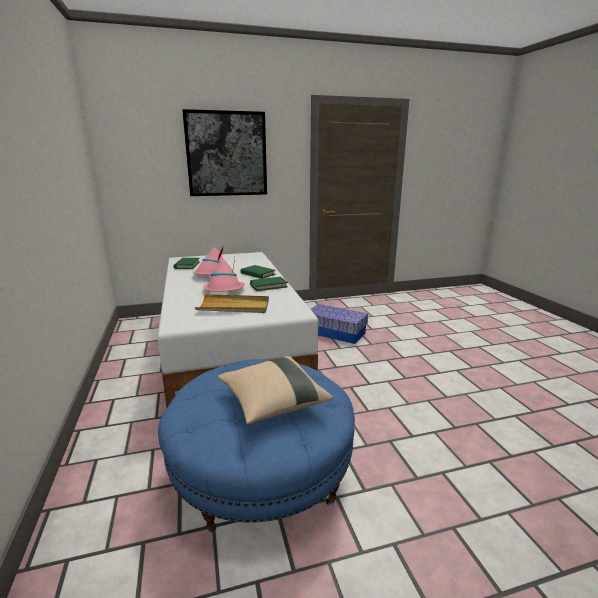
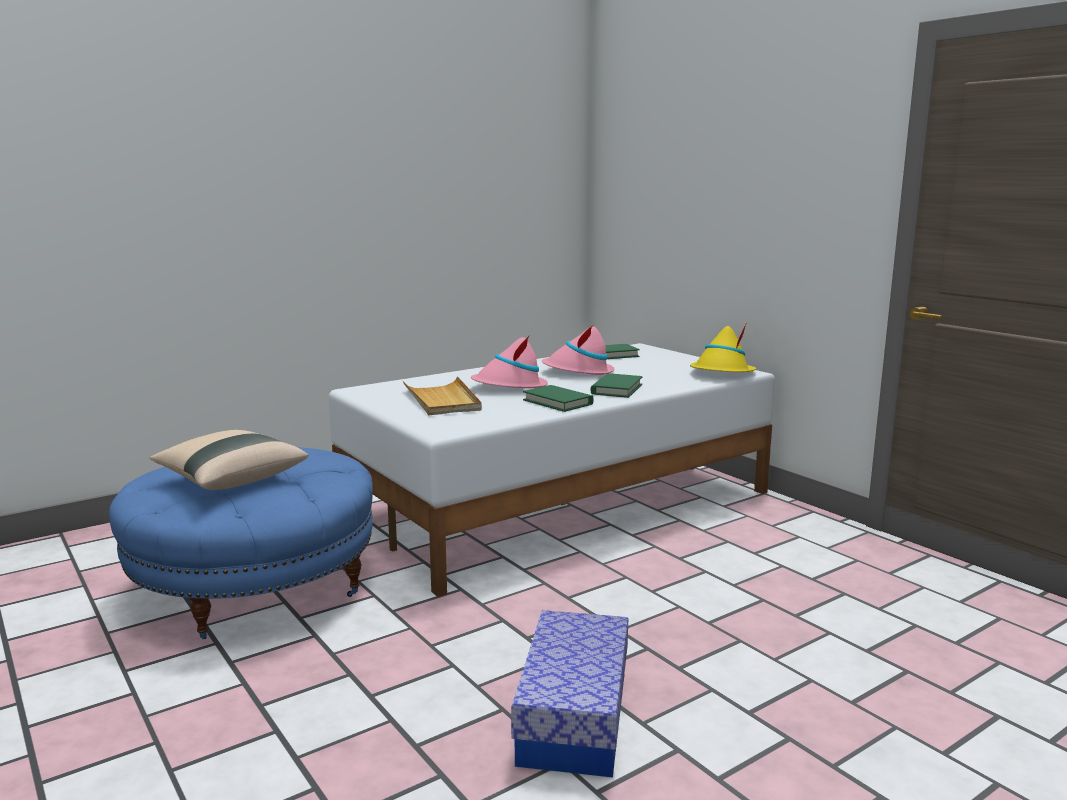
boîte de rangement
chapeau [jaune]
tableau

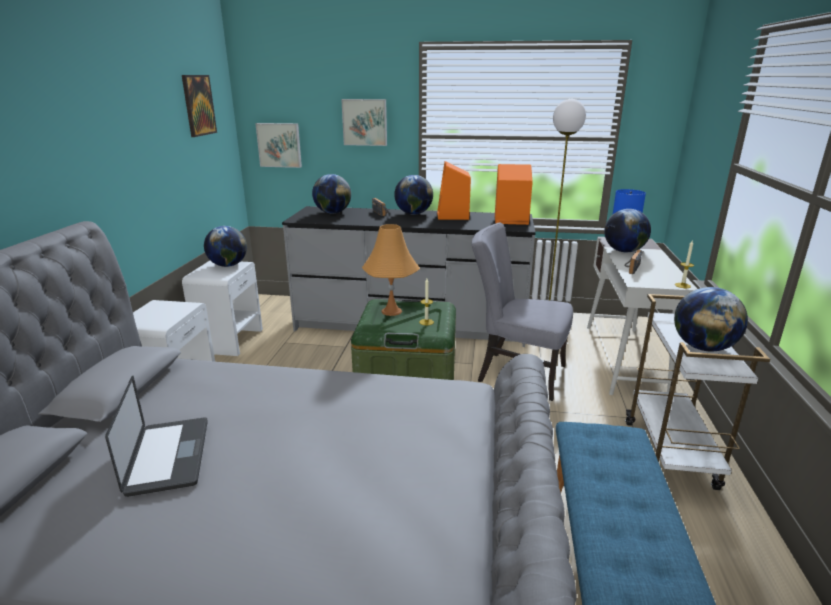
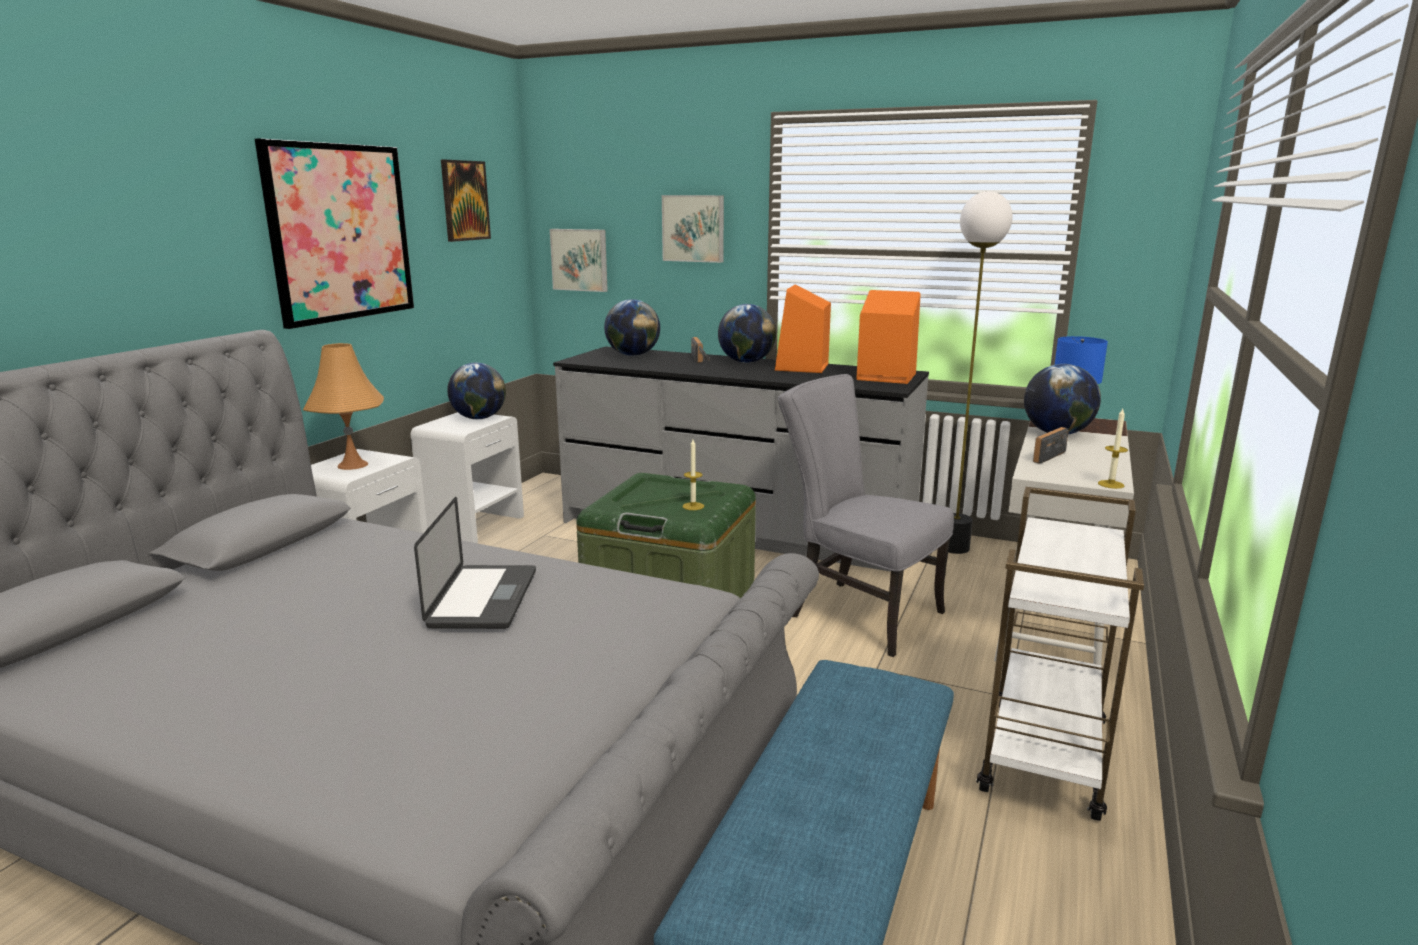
tableau (no. 1 from left)
lampe de table [orange]
ordinateur portable
globe (no. 5 from left in the first image)

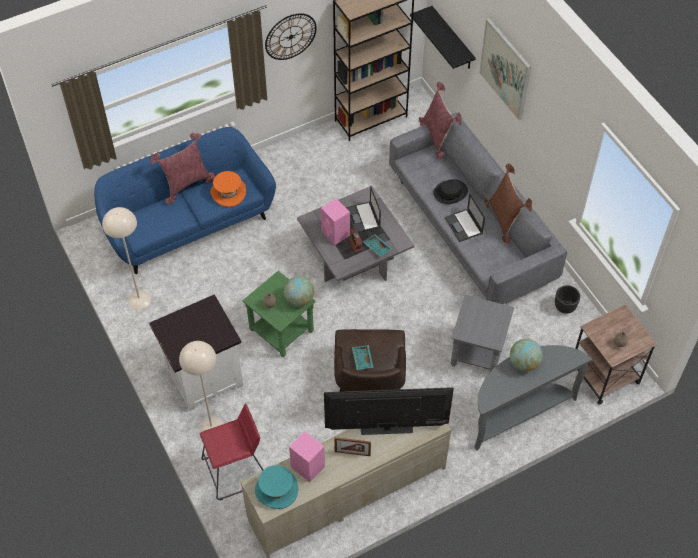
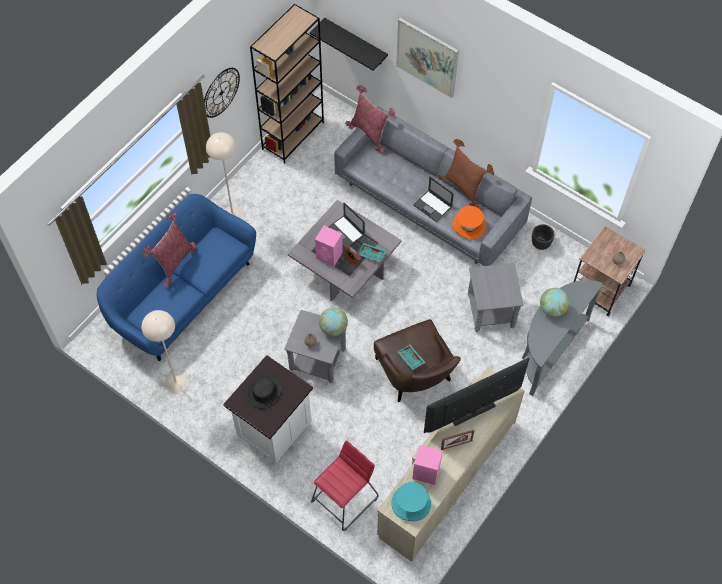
lampadaire [beige] (no. 2 from left)
chapeau [noir]
table d'appoint [gris] (no. 1 from left)
chapeau [orange]

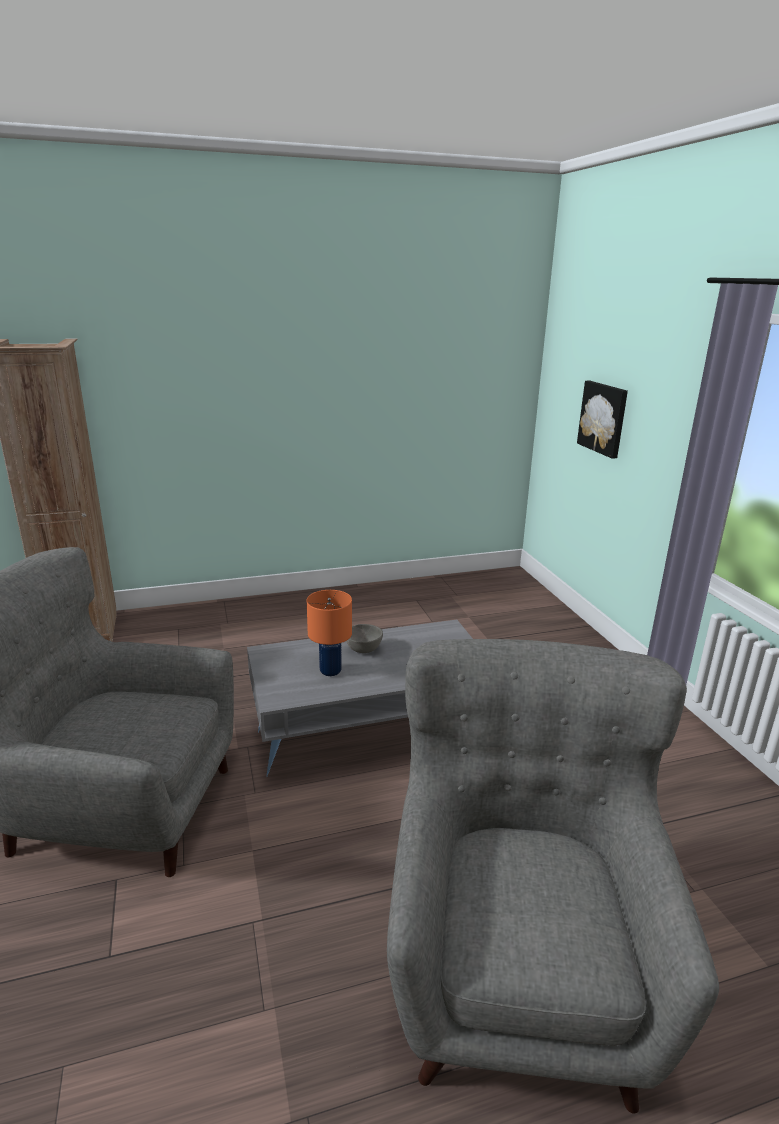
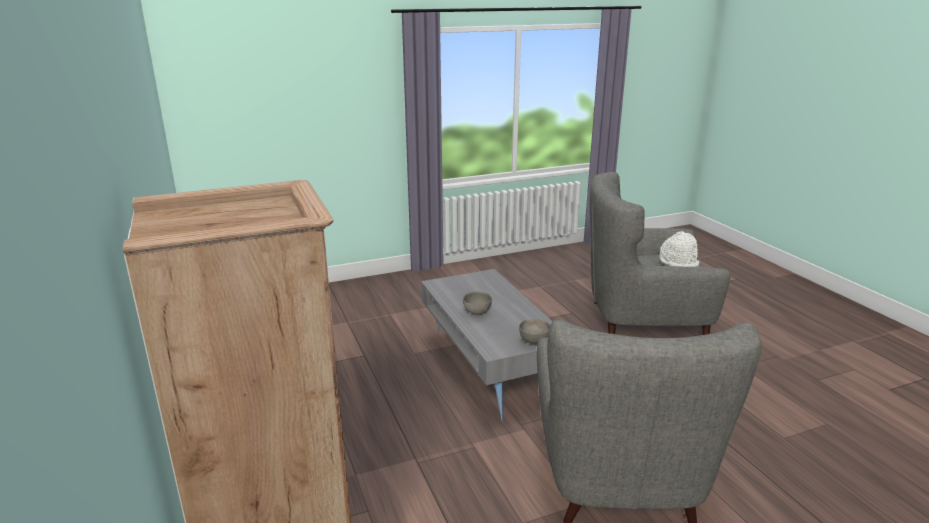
bol [gris] (no. 2 from left)
chapeau [blanc]
lampe de table [orange]
tableau

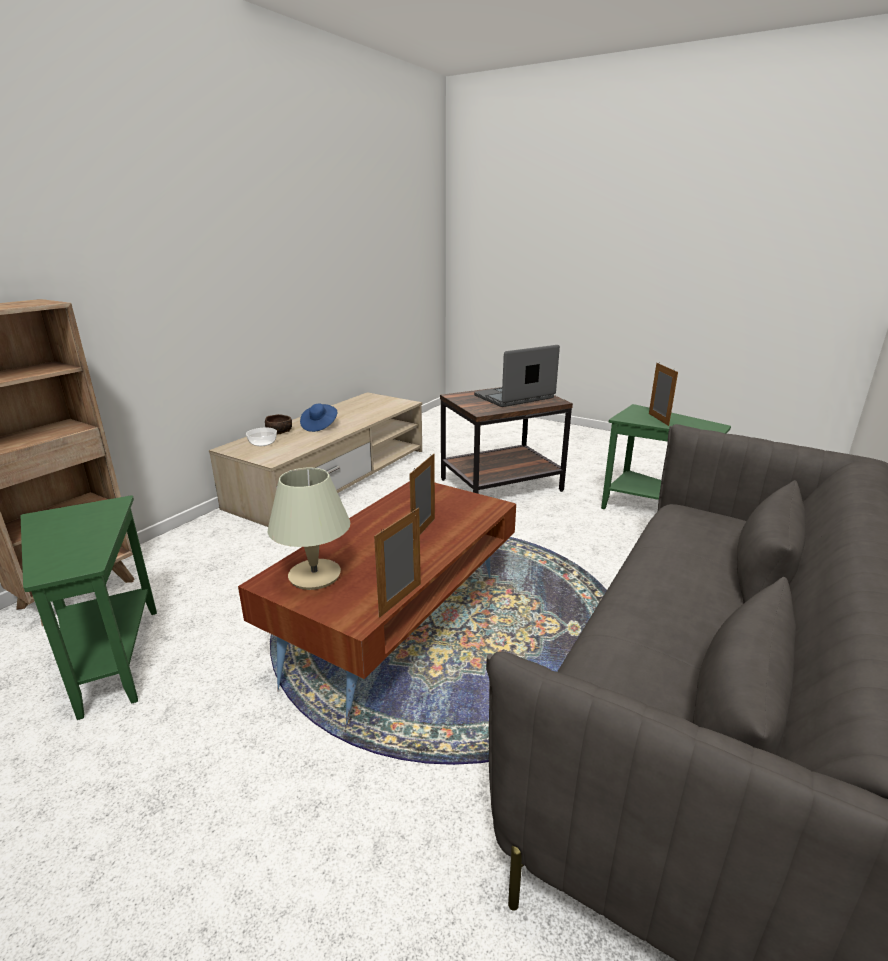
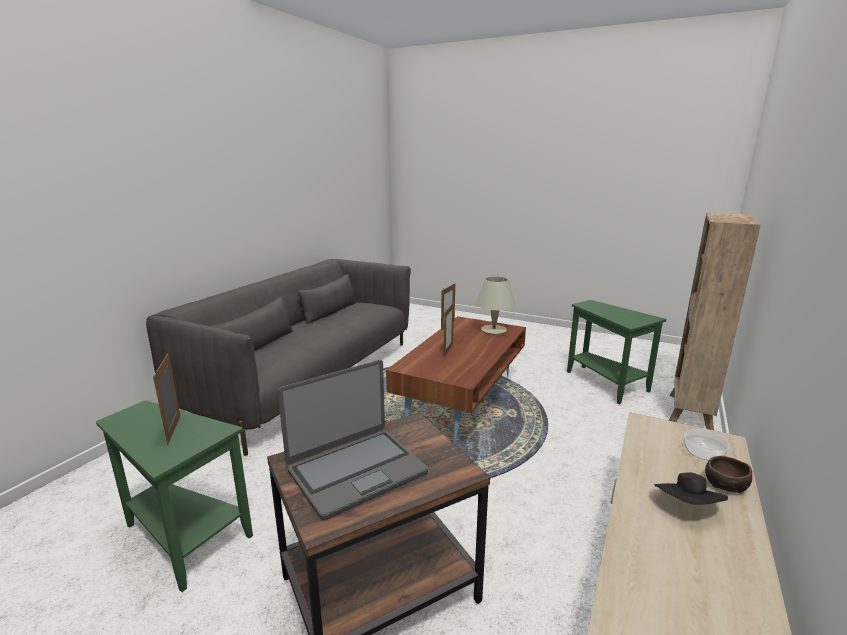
chapeau [noir]

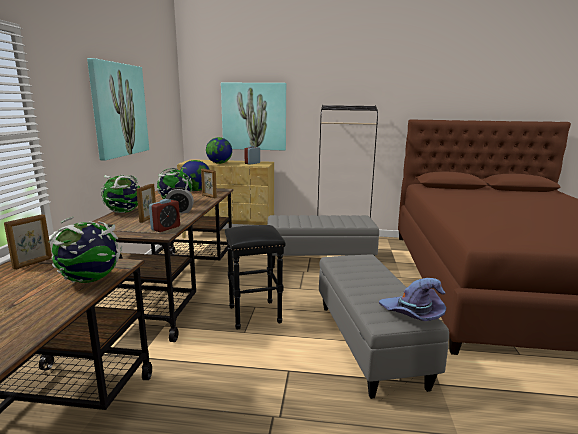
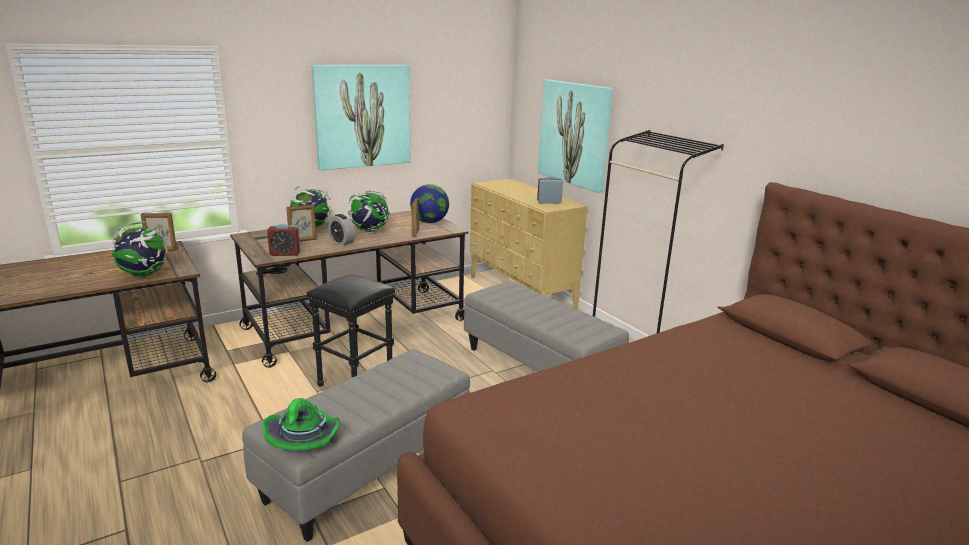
chapeau [vert]
globe (no. 5 from left in the first image)

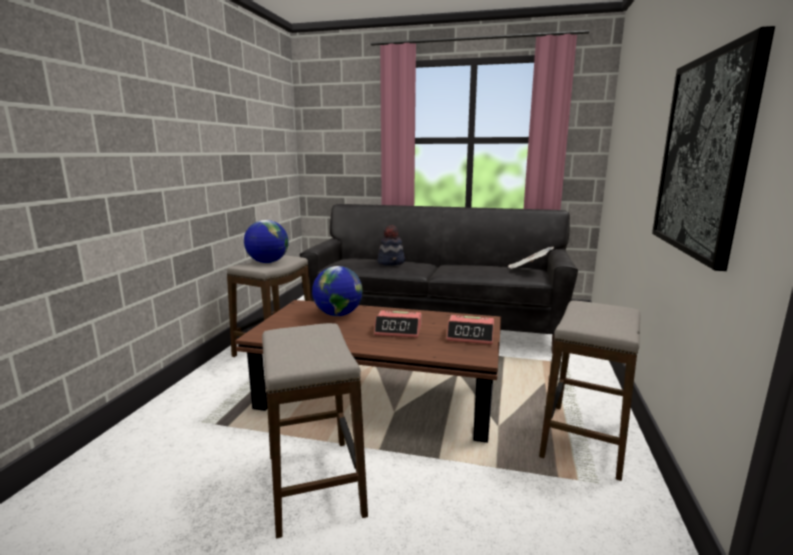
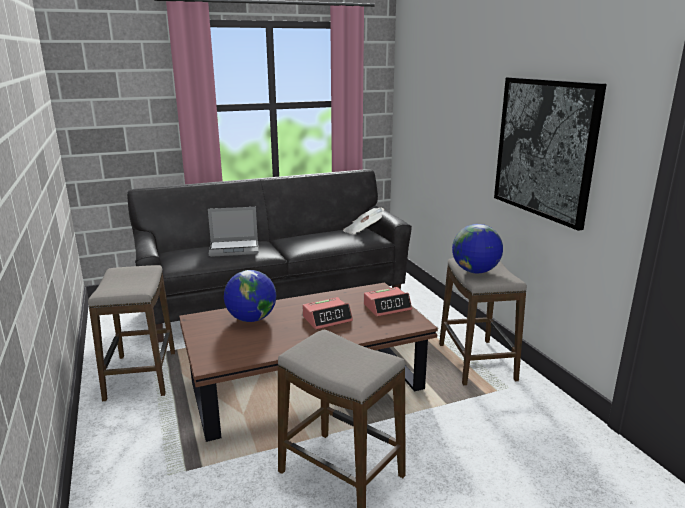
ordinateur portable
globe (no. 2 from left)

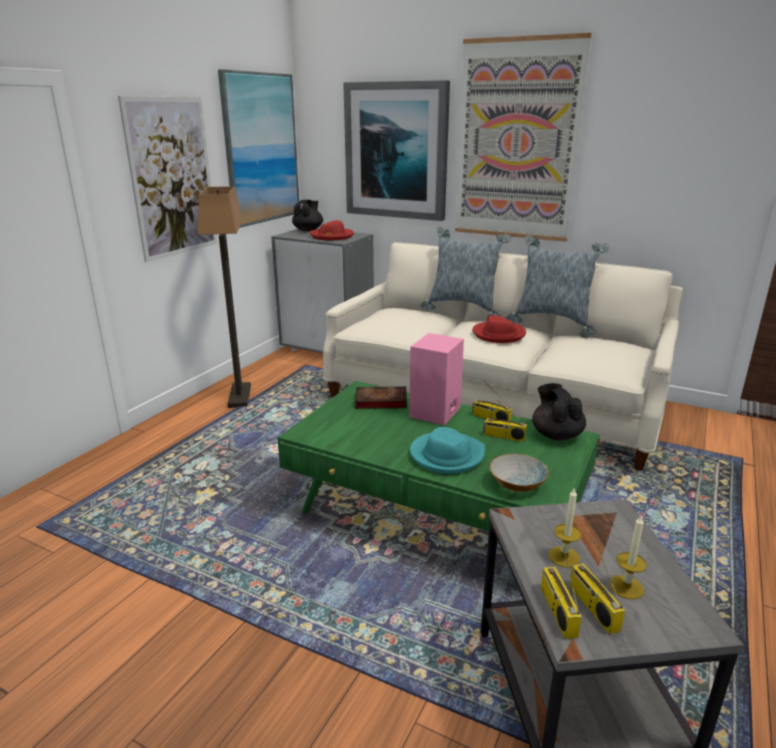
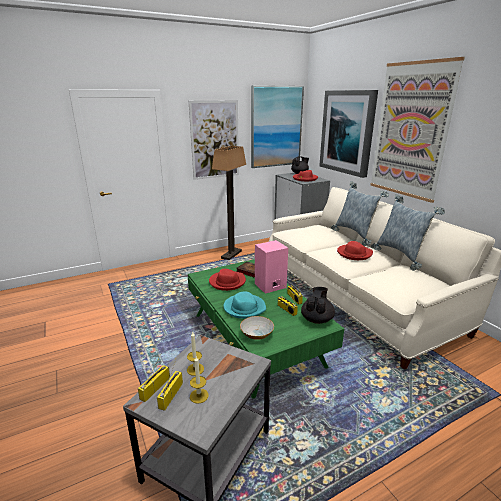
chapeau [rouge] (no. 1 from left)

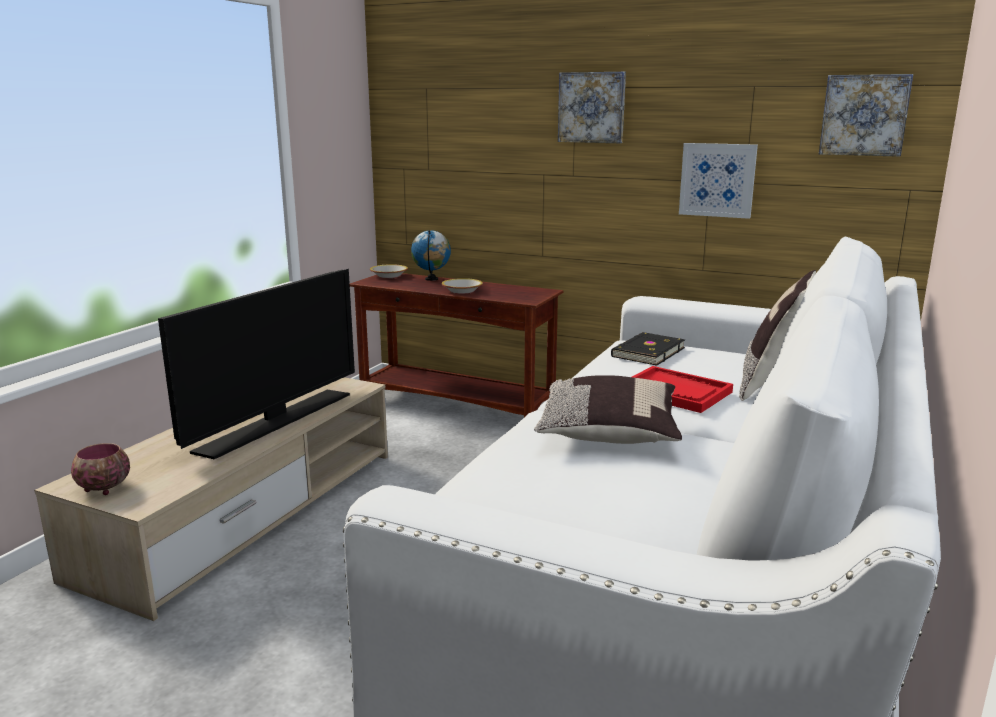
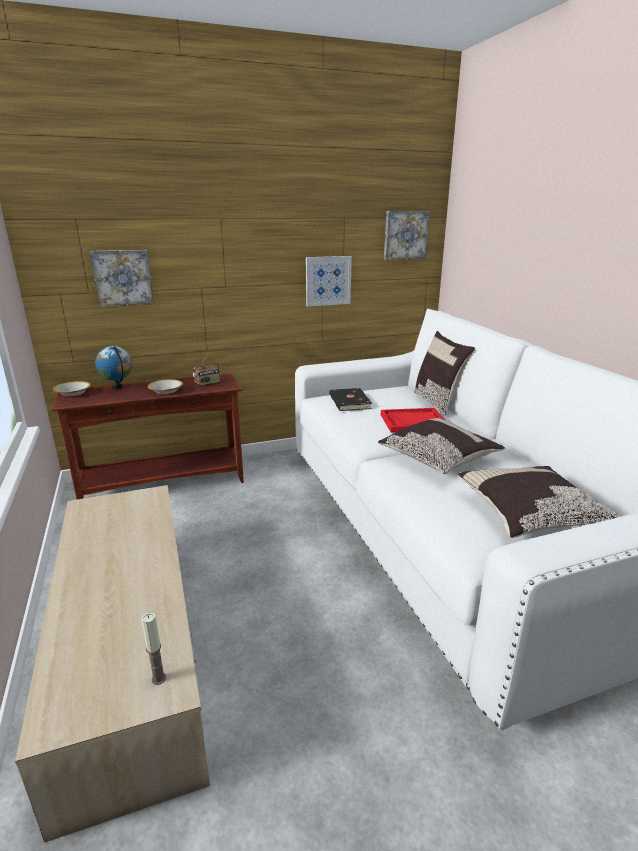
tableau (no. 1 from left)
bougie
radio
coussin (no. 3 from left)
bol (no. 1 from left in the first image)
téléviseur

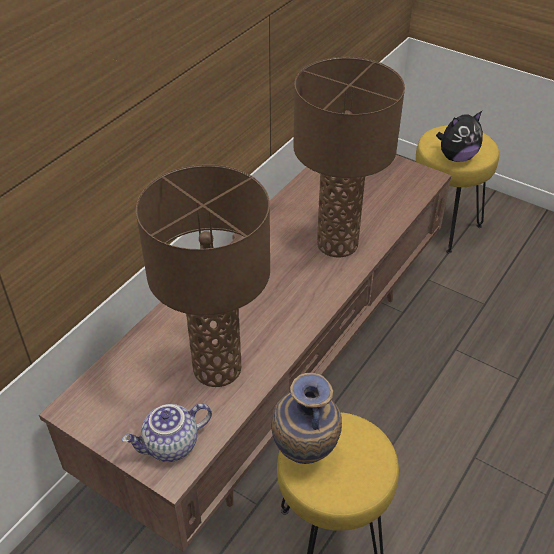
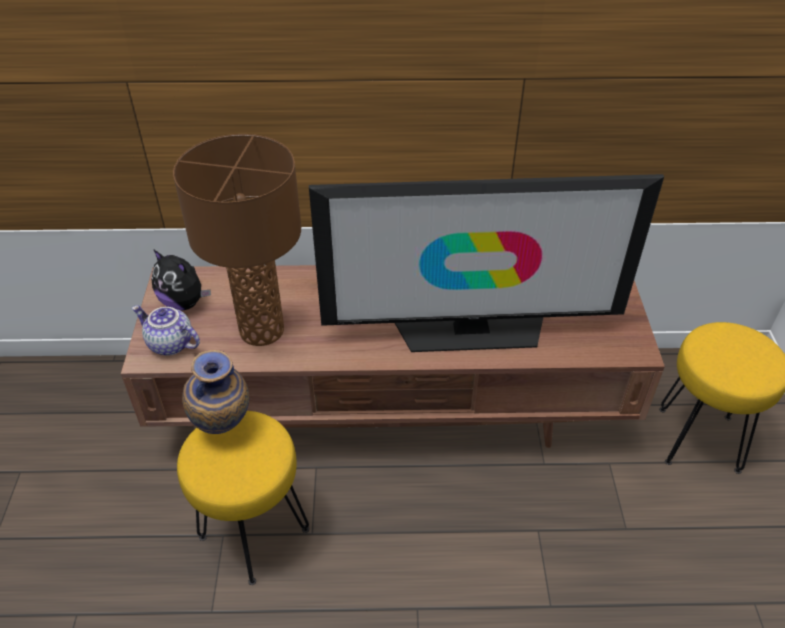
peluche
téléviseur

